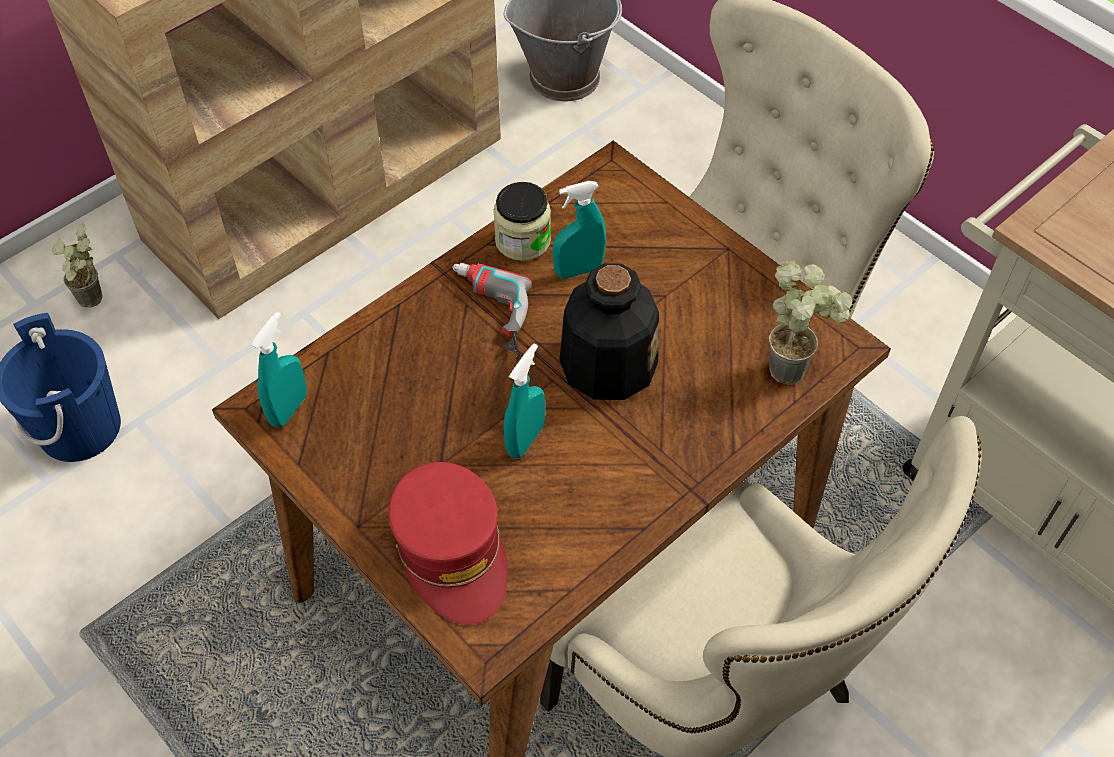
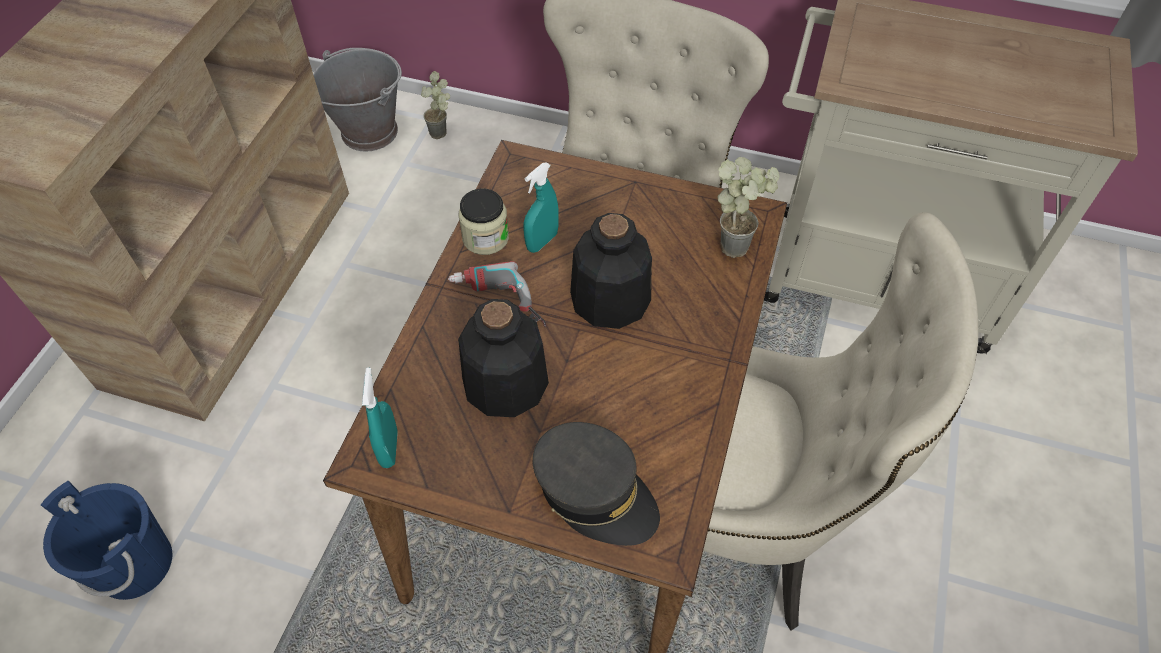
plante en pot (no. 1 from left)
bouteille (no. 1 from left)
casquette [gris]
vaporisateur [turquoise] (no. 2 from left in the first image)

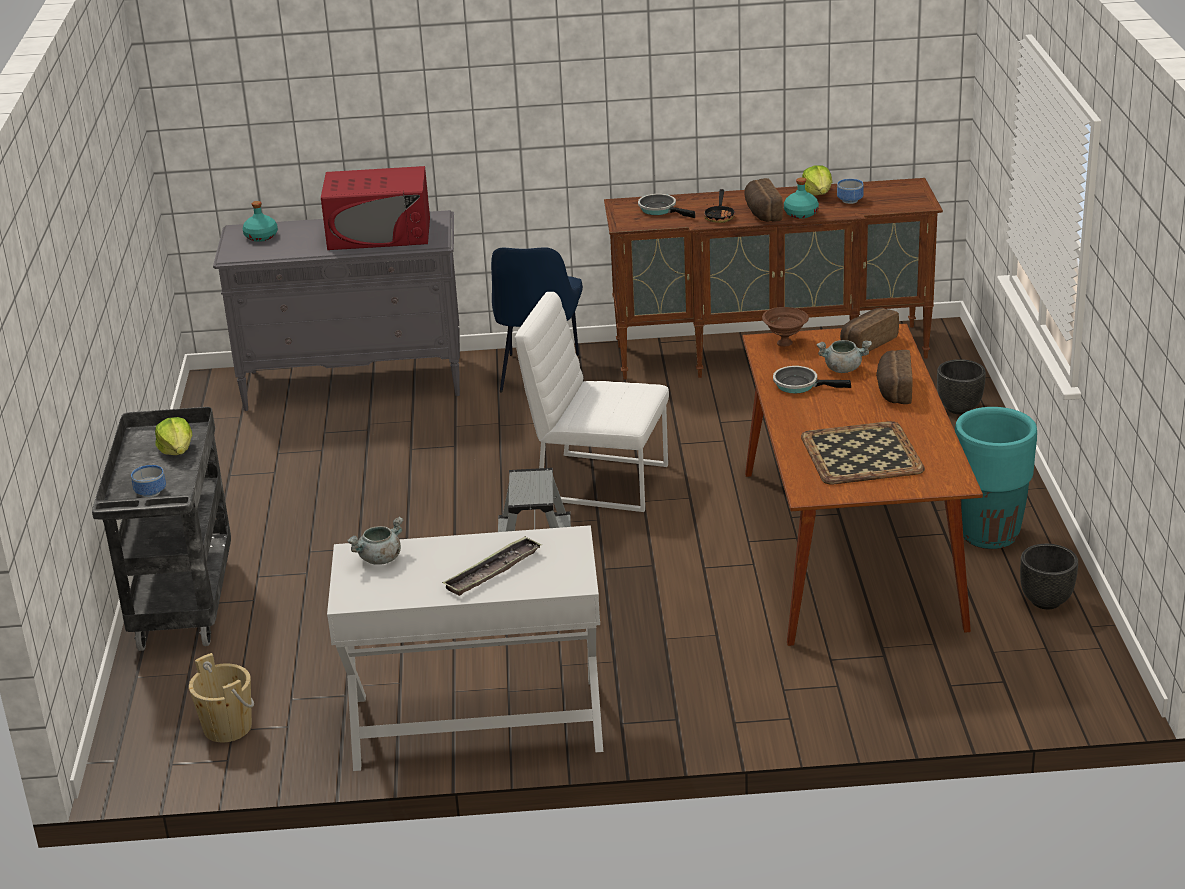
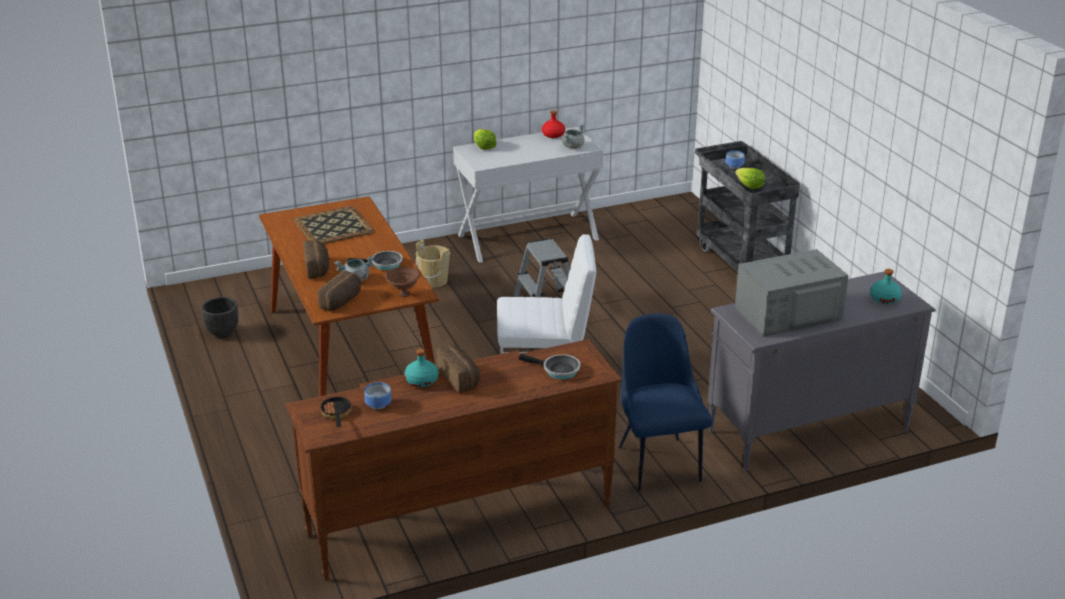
poêle (no. 1 from left)
seau [beige]
laitue (no. 1 from left)
bouteille [rouge]
micro-ondes [gris]
plateau (no. 1 from left in the first image)
cache-pot [noir] (no. 1 from left in the first image)
cache-pot [turquoise]

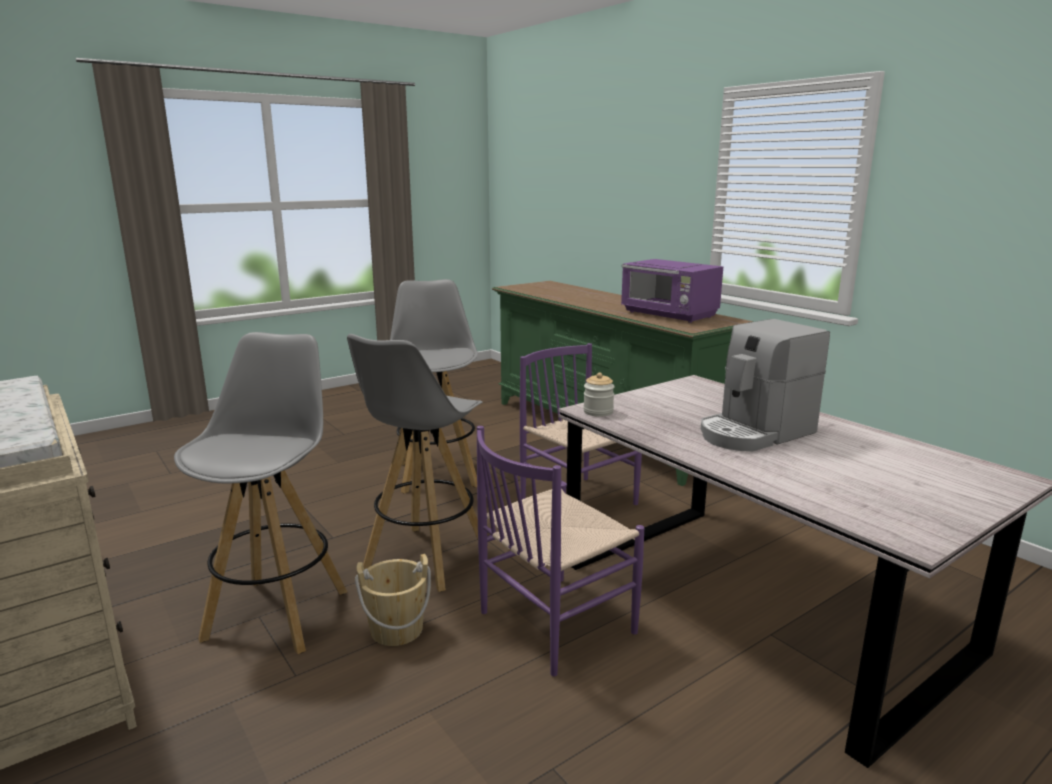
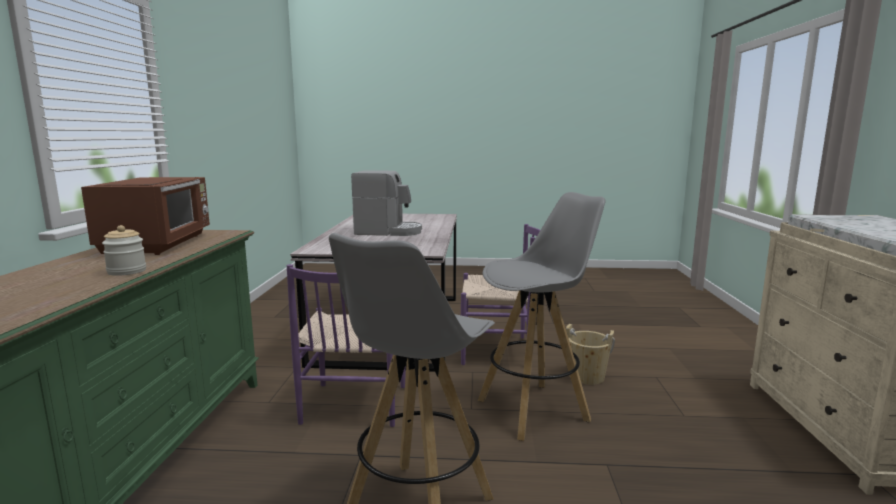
micro-ondes [marron]
bocal
tabouret [gris] (no. 1 from left in the first image)

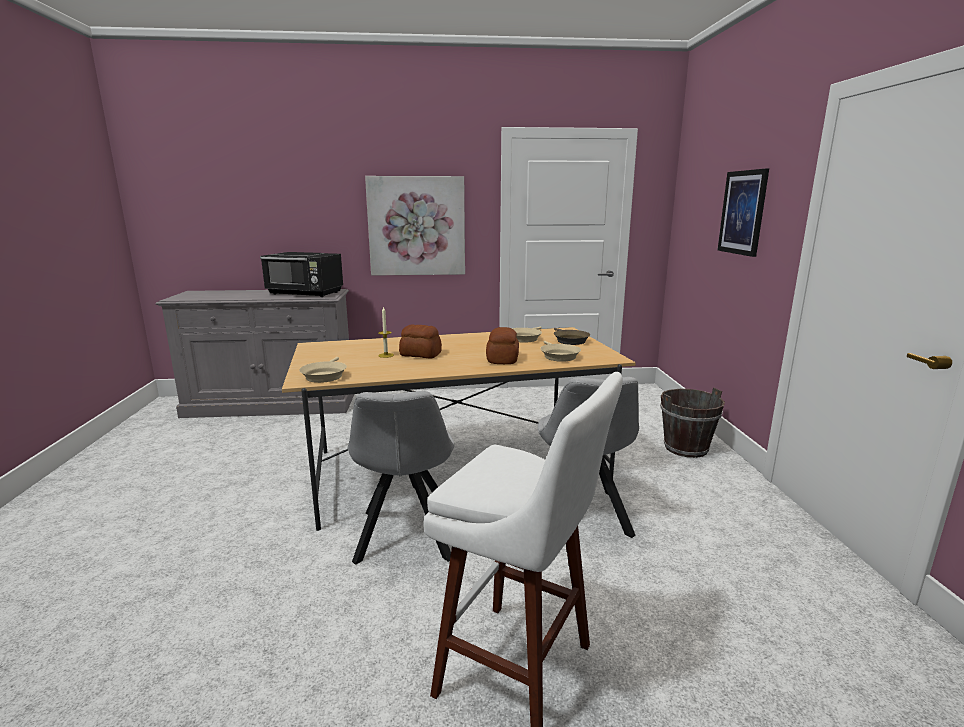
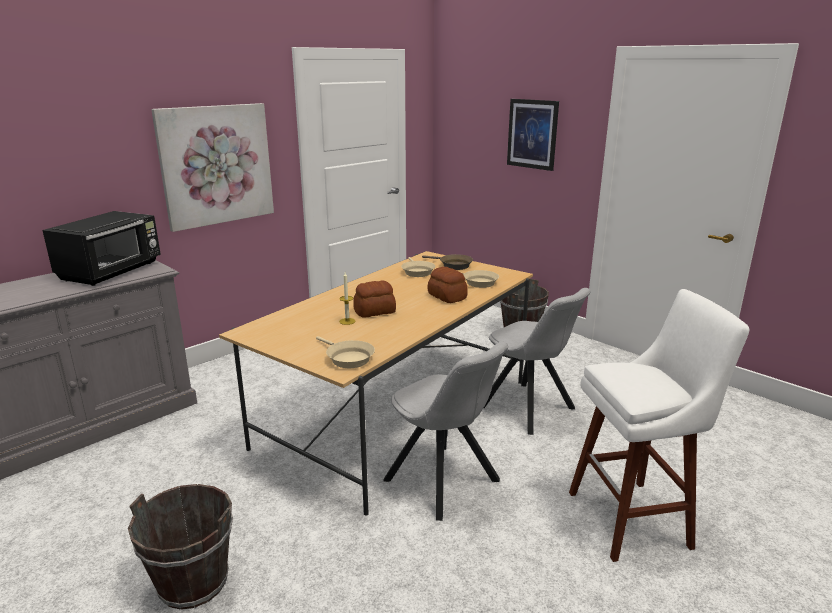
micro-ondes [noir]
seau [marron] (no. 1 from left)

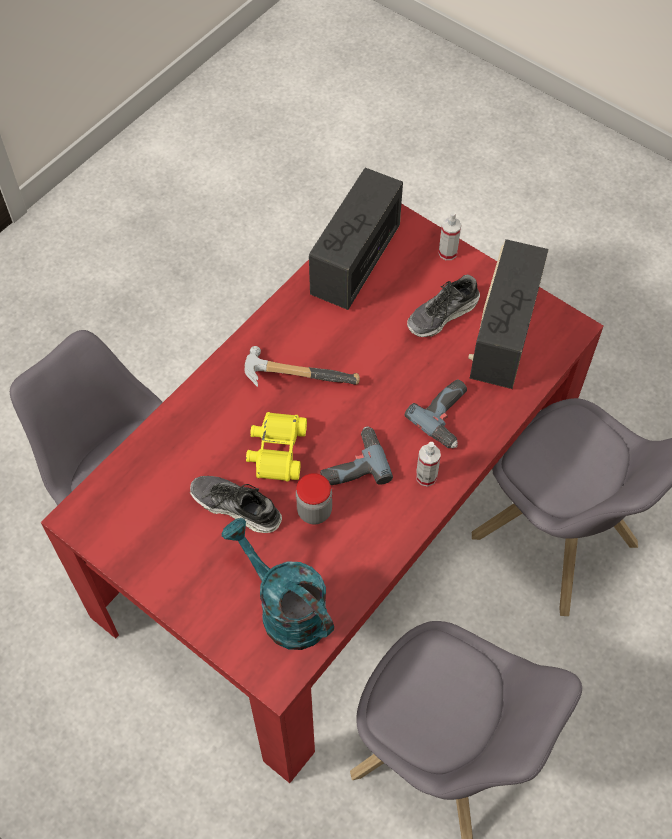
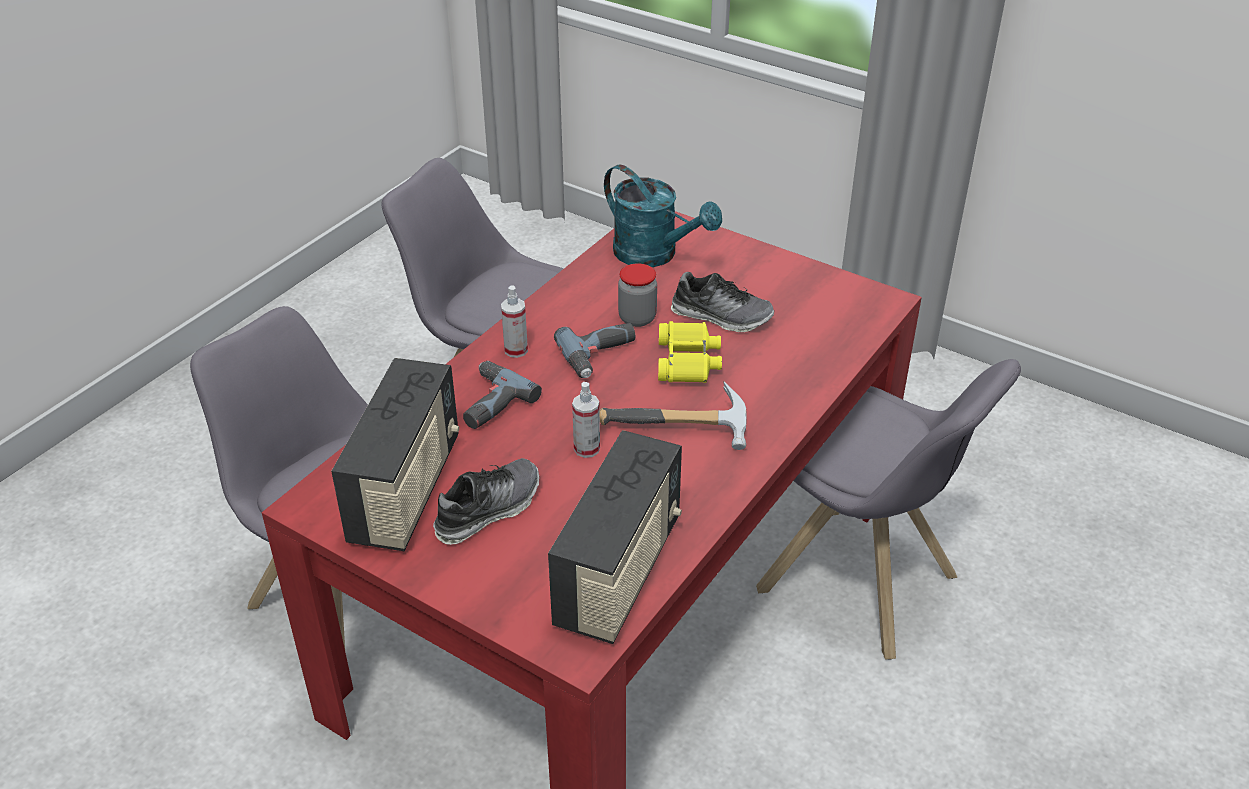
vaporisateur (no. 2 from left)

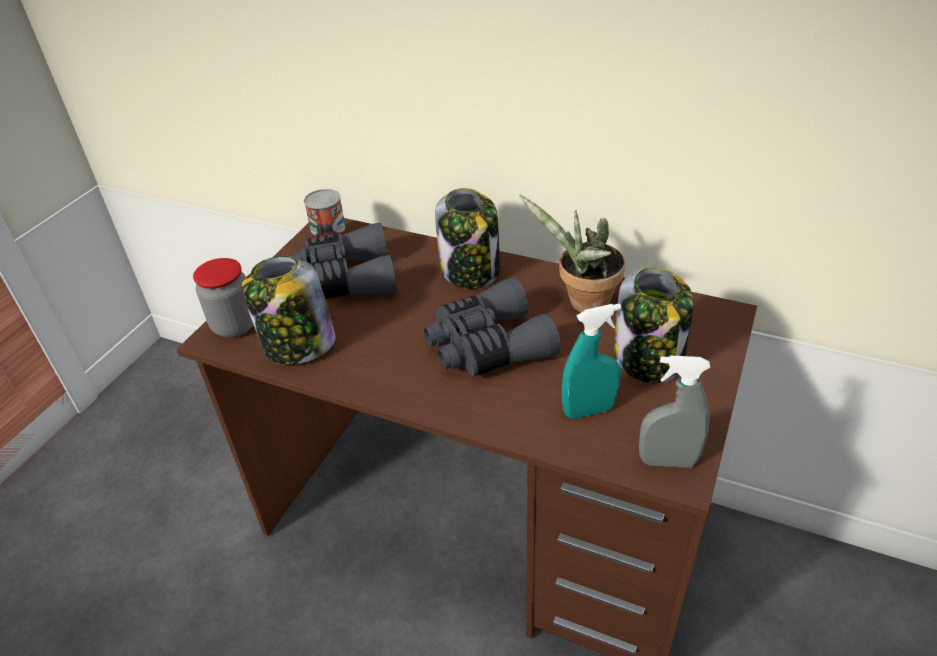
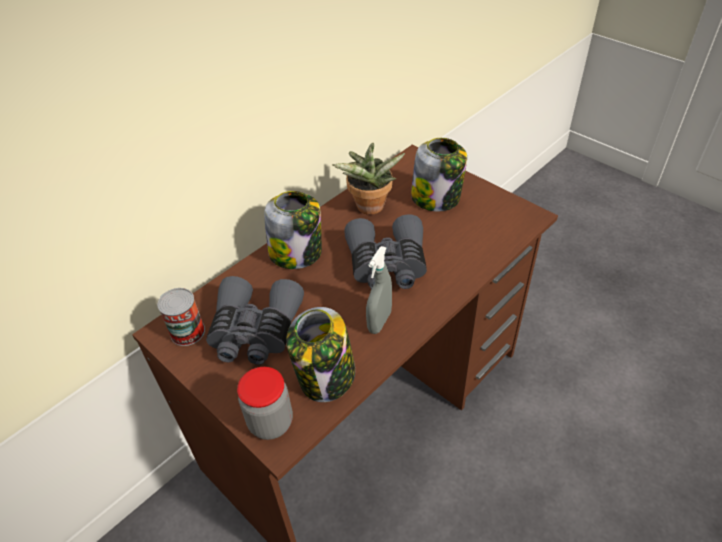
vaporisateur [gris]
vaporisateur [turquoise]

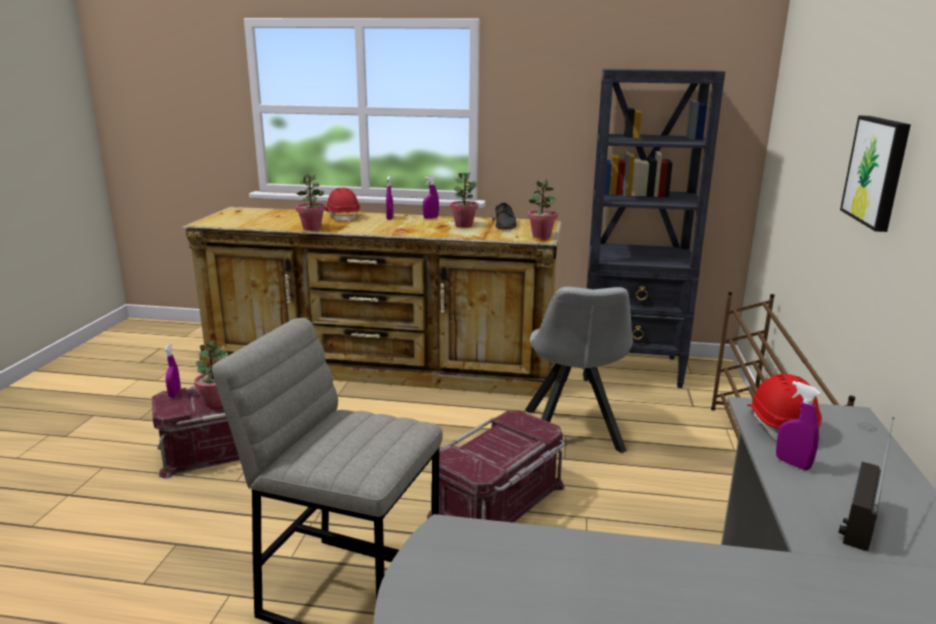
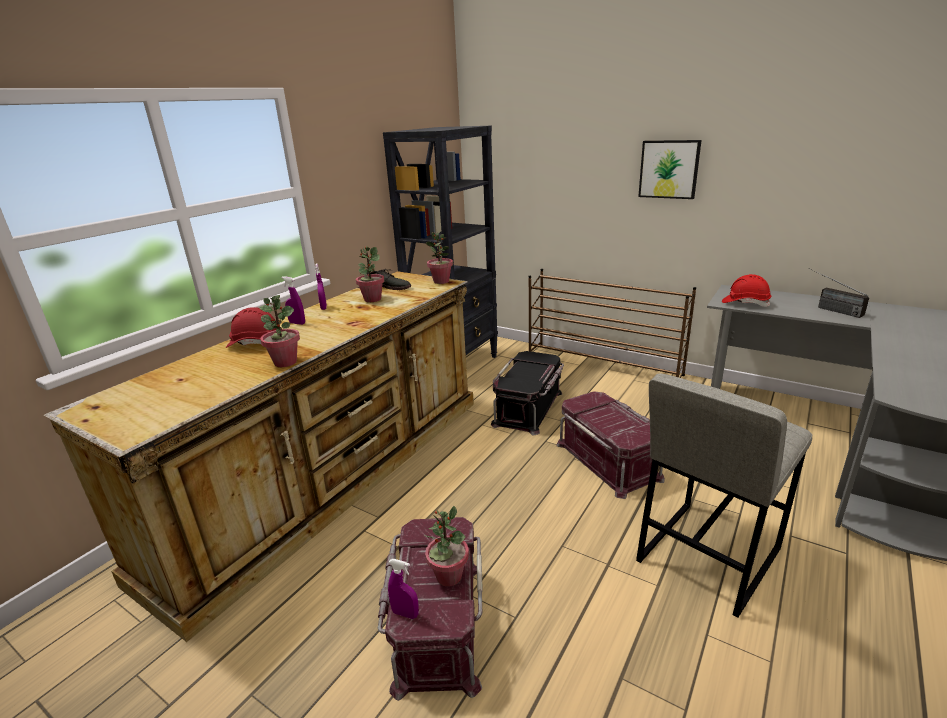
boîte de rangement [noir]
vaporisateur [violet] (no. 4 from left in the first image)

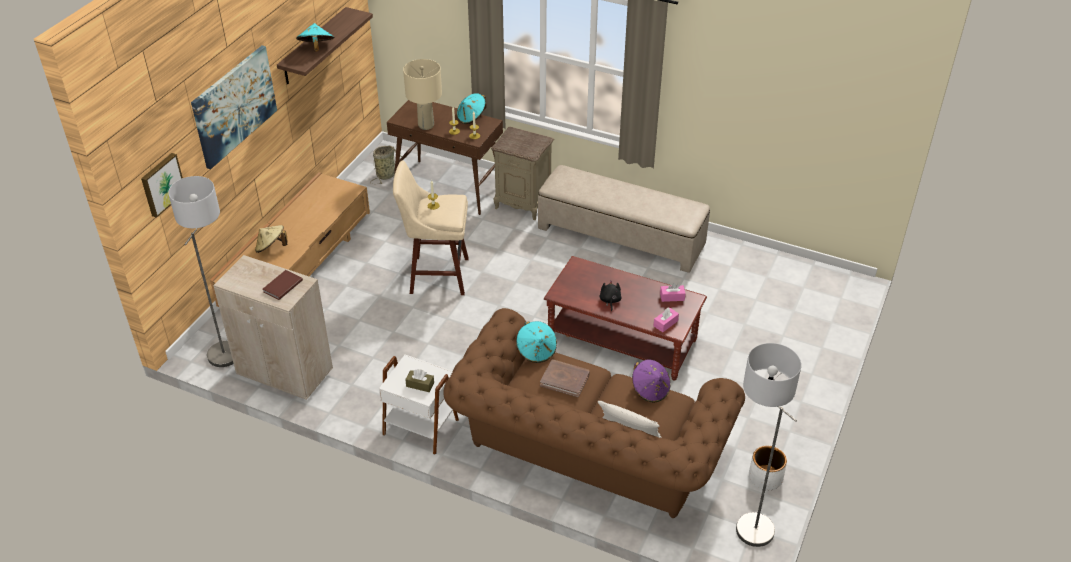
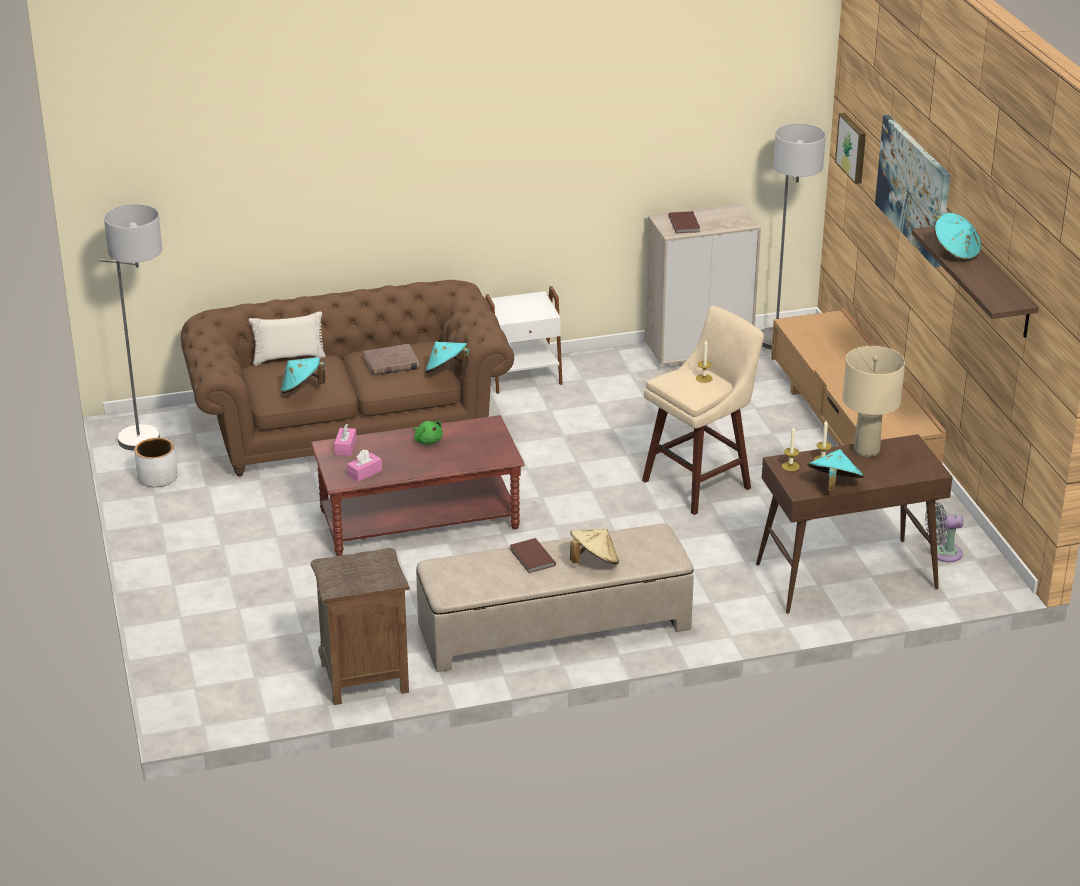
chapeau [turquoise] (no. 1 from left)
table de chevet [beige]
peluche [vert]
livre [marron] (no. 2 from left)
chapeau [beige]
ventilateur [gris]
boîte à mouchoirs [marron]

